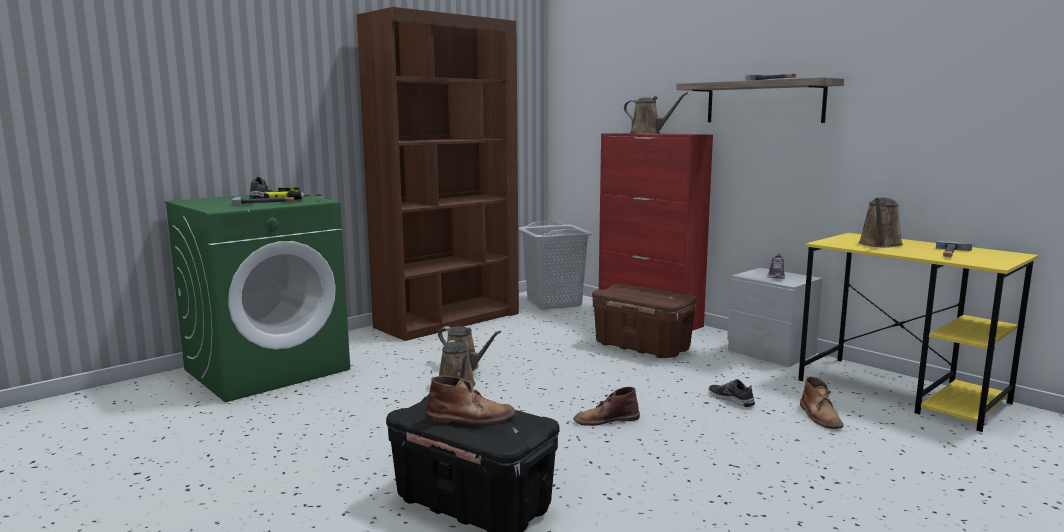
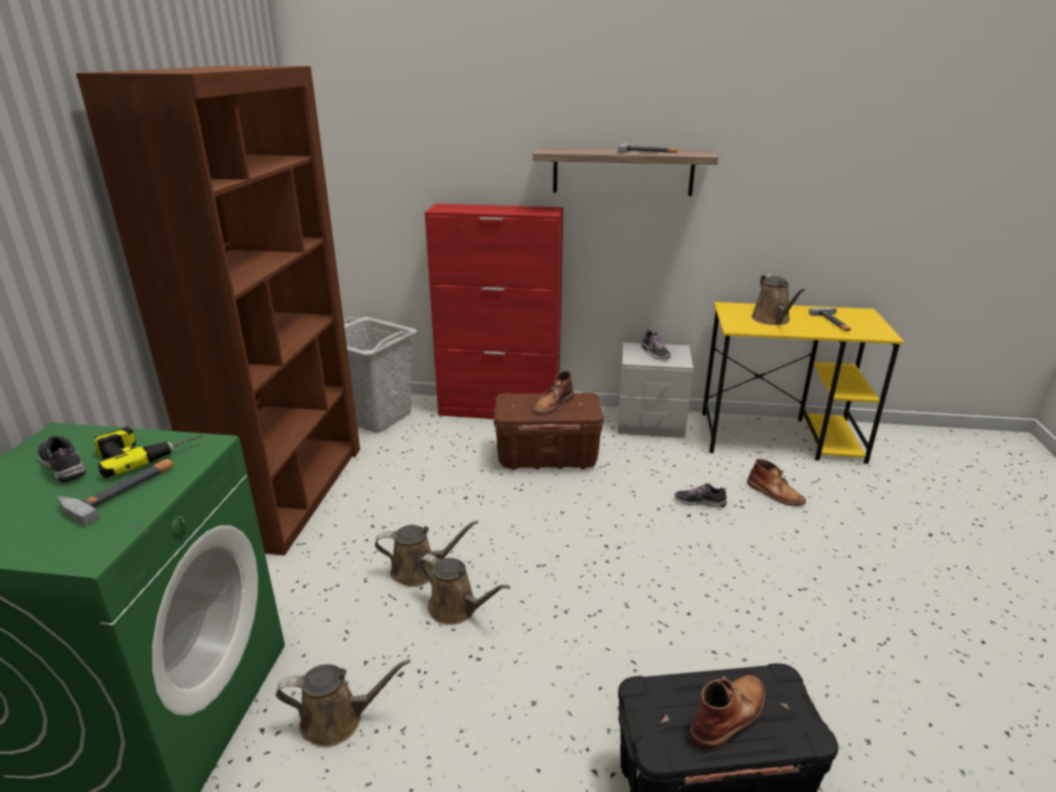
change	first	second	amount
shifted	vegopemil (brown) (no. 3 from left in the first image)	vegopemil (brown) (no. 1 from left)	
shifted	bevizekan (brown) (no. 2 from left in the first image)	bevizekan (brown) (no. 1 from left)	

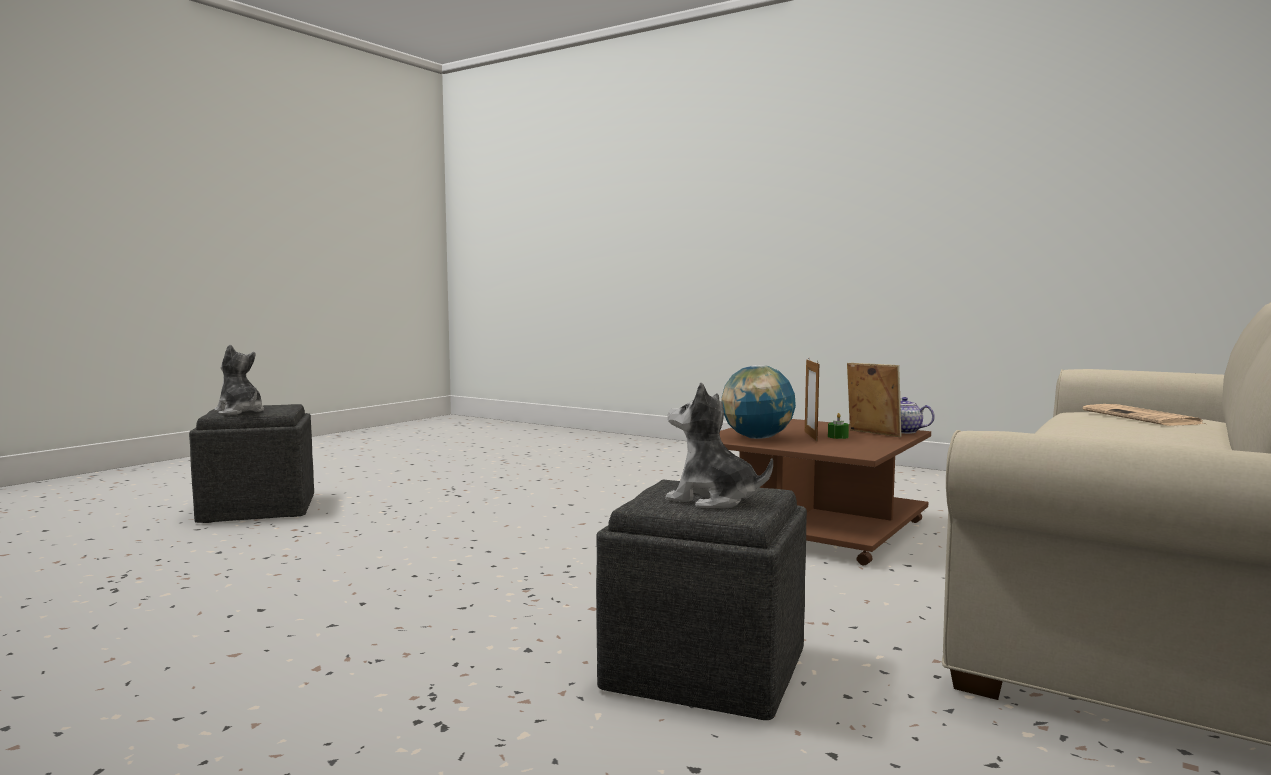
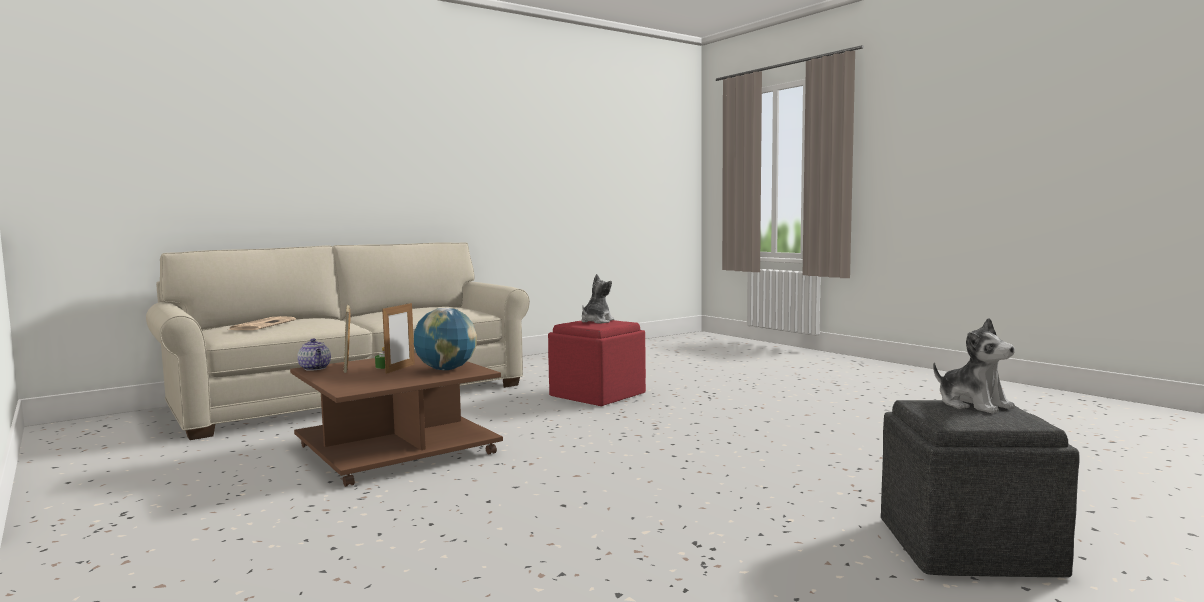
change	first	second	amount
repainted	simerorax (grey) (no. 2 from left)	simerorax (red)	
rotated	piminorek (no. 2 from left in the first image)	piminorek (no. 1 from left)	105 degrees counterclockwise

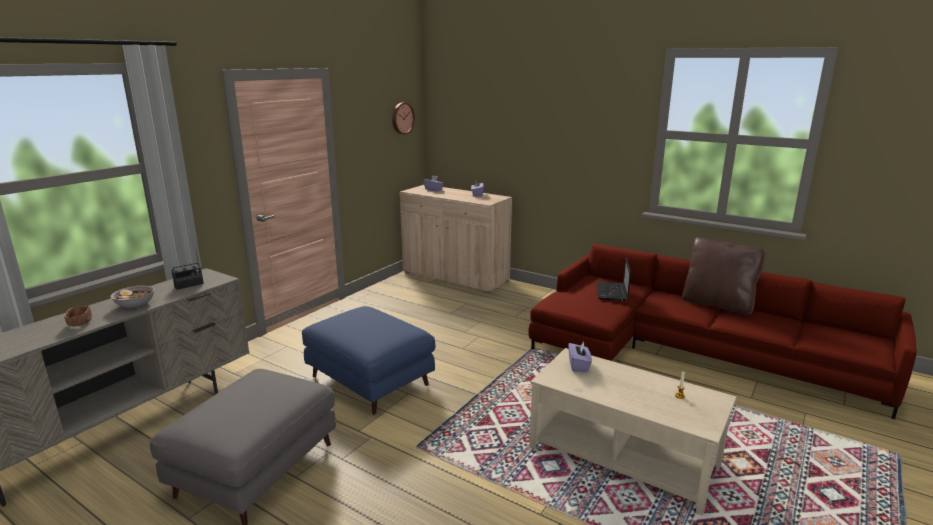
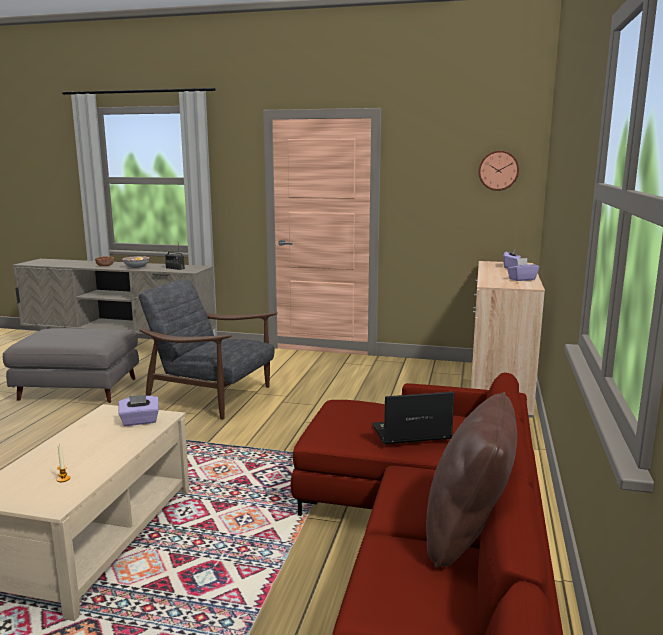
change	first	second	amount
swapped	simerorax (blue)	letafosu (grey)	

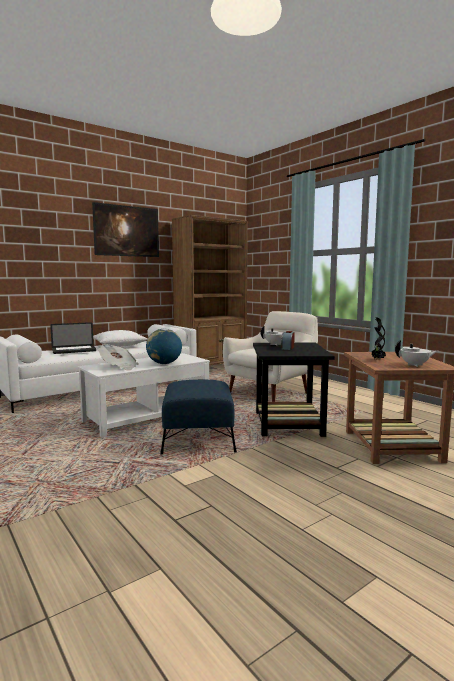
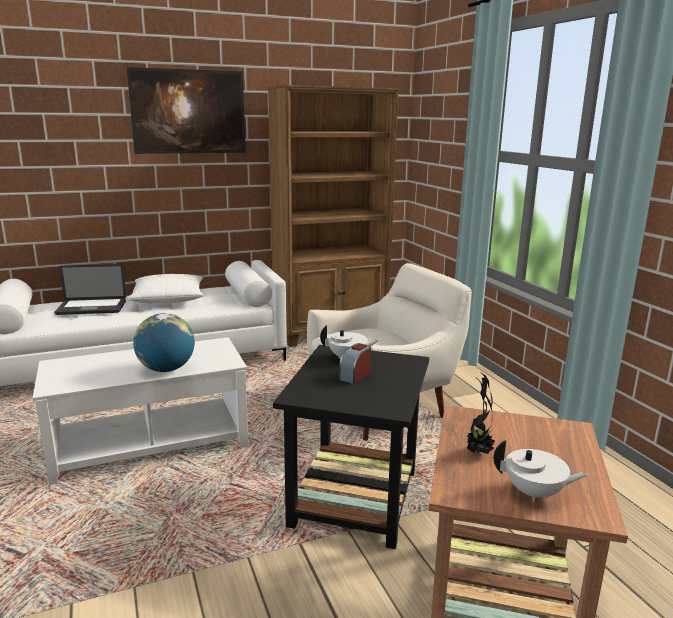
change	first	second	amount
gone	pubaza		
gone	simerorax (blue)		

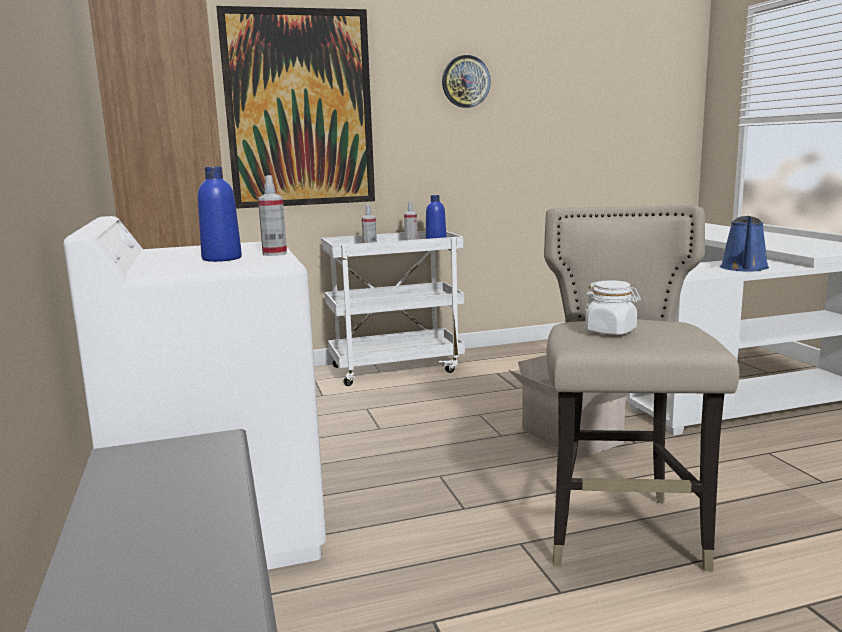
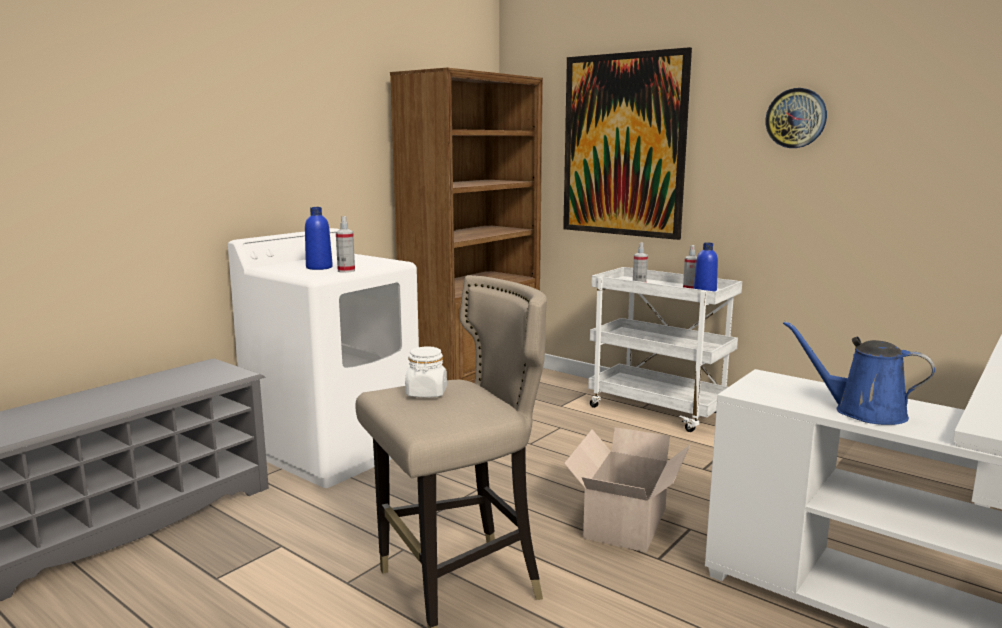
change	first	second	amount
rotated	vegopemil (blue)		45 degrees clockwise

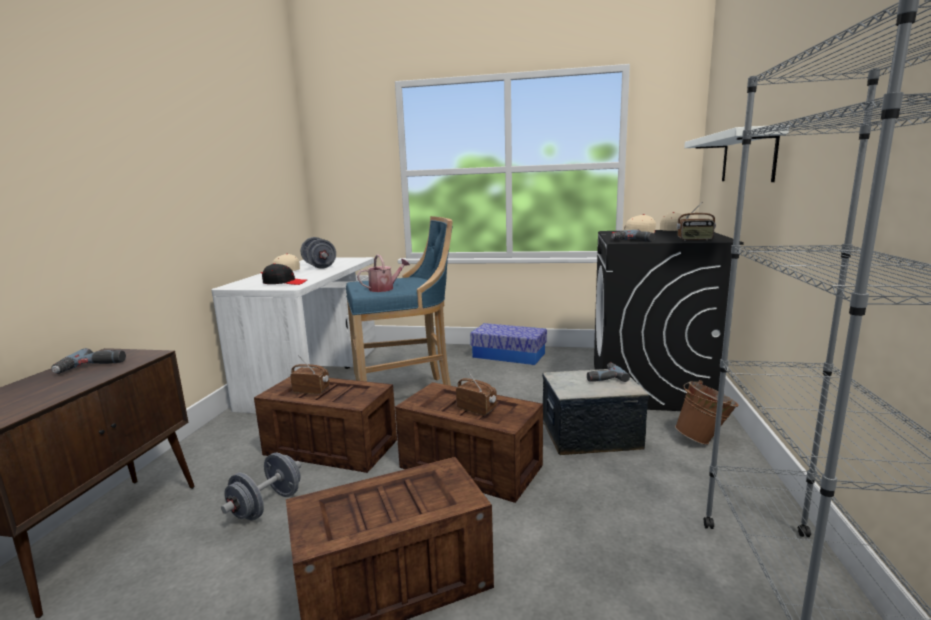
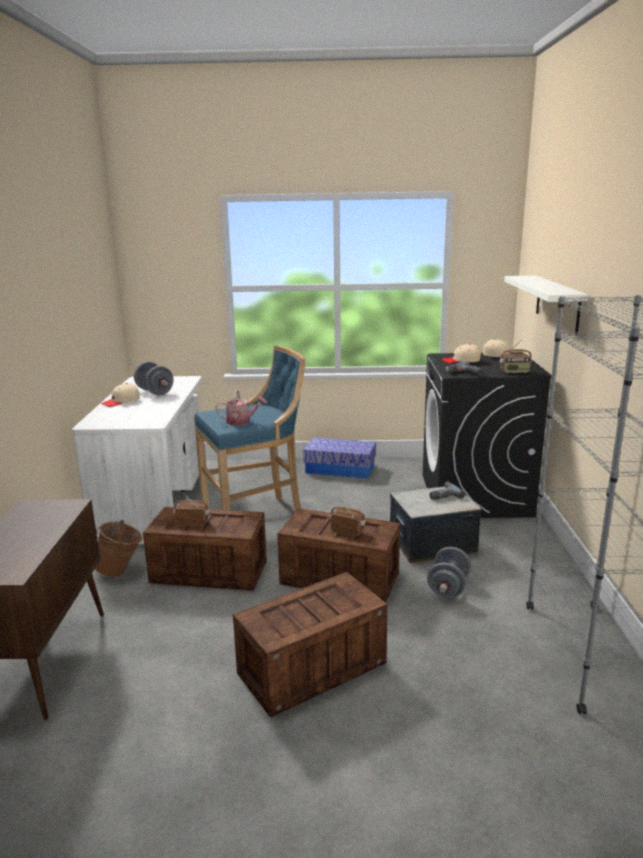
change	first	second	amount
shifted	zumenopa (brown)		
rotated	vegopemil		45 degrees clockwise
shifted	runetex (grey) (no. 1 from left in the first image)	runetex (grey) (no. 2 from left)	
gone	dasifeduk (no. 1 from left)		
gone	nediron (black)		

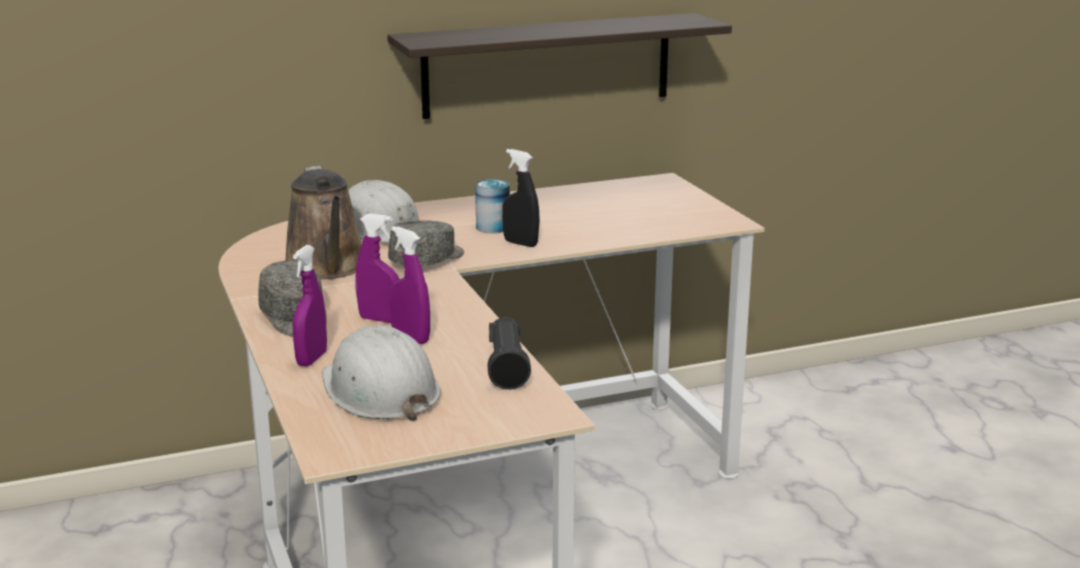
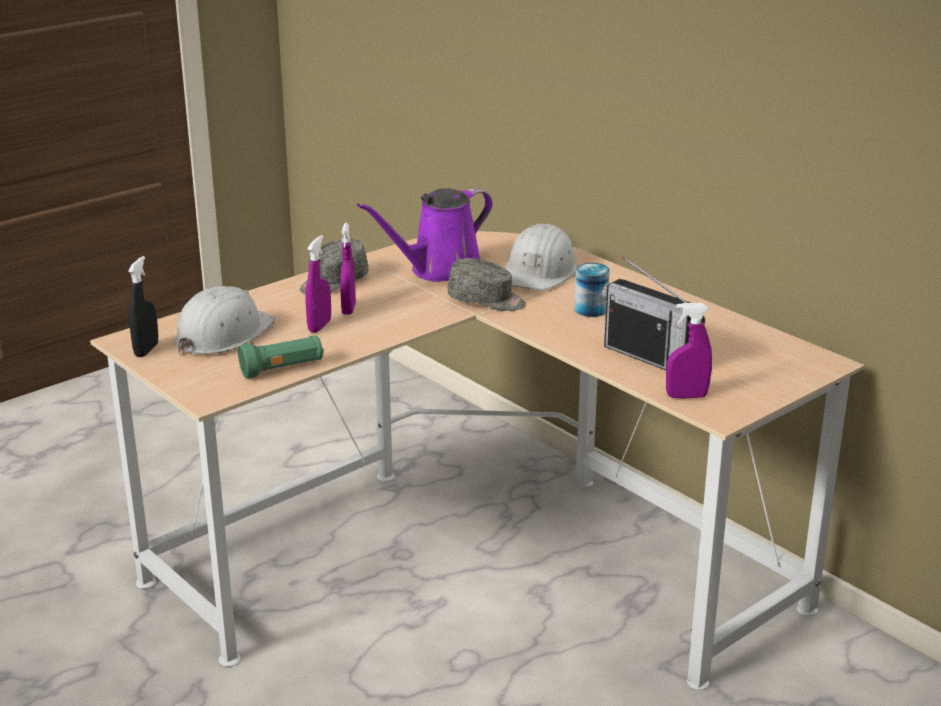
change	first	second	amount
shifted	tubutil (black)		
repainted	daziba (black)	daziba (green)	
repainted	vegopemil (brown)	vegopemil (purple)	
new		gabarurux	
shifted	tubutil (purple) (no. 1 from left in the first image)	tubutil (purple) (no. 3 from left)	
gone	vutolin		

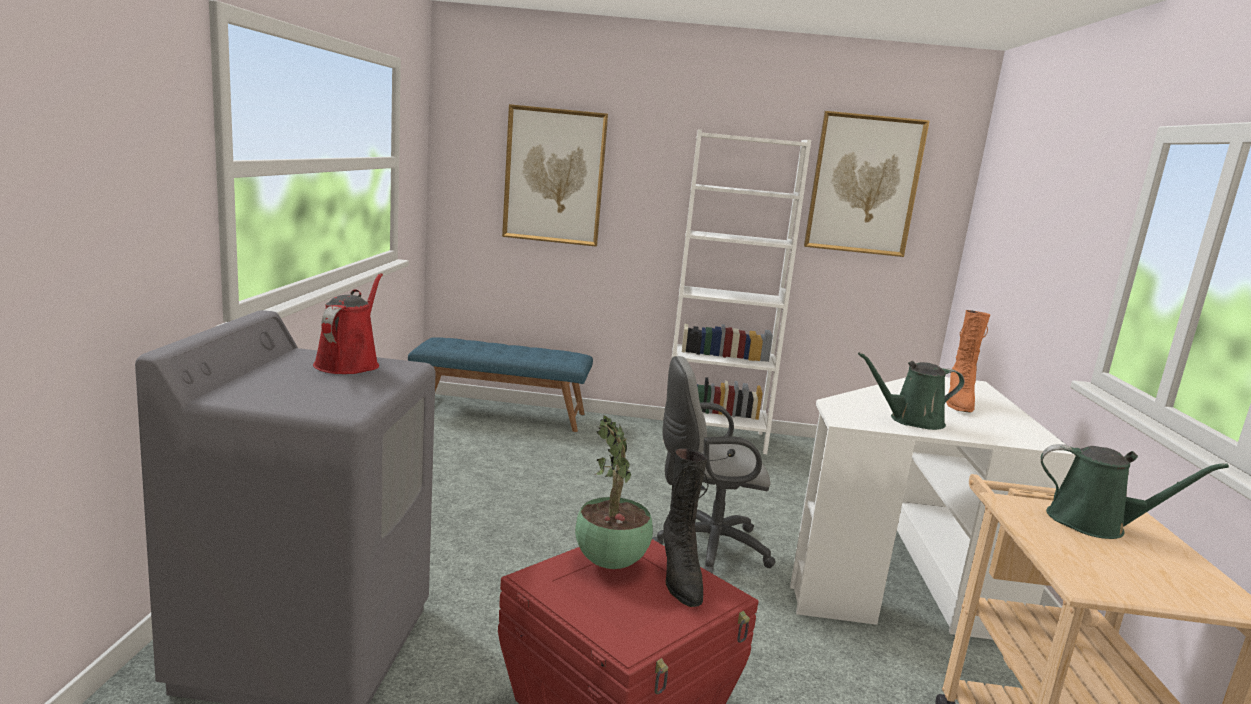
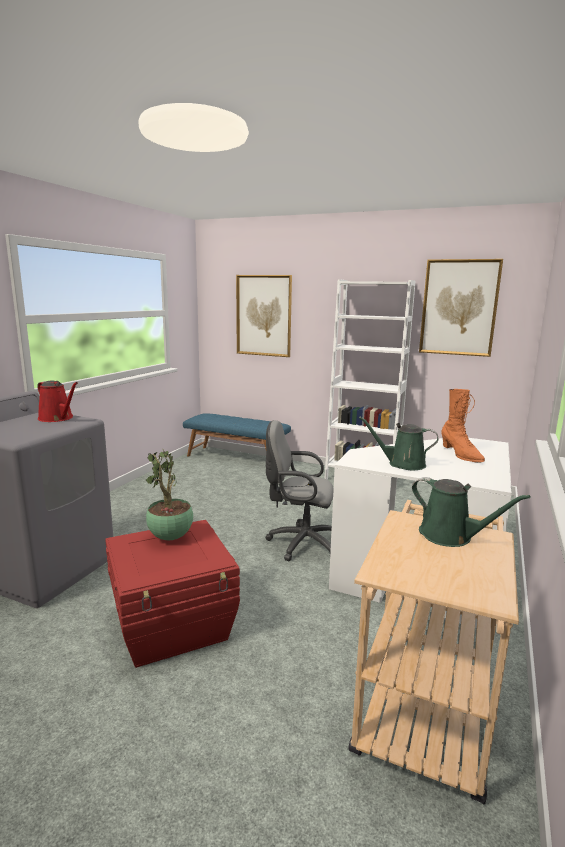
change	first	second	amount
rotated	vegopemil (red)		105 degrees clockwise
rotated	bevizekan (orange)		60 degrees counterclockwise
gone	bevizekan (black)		

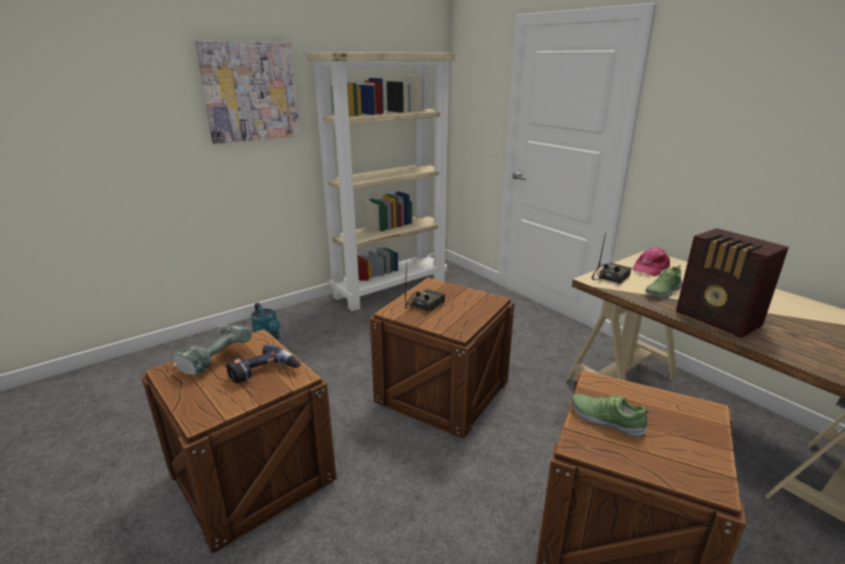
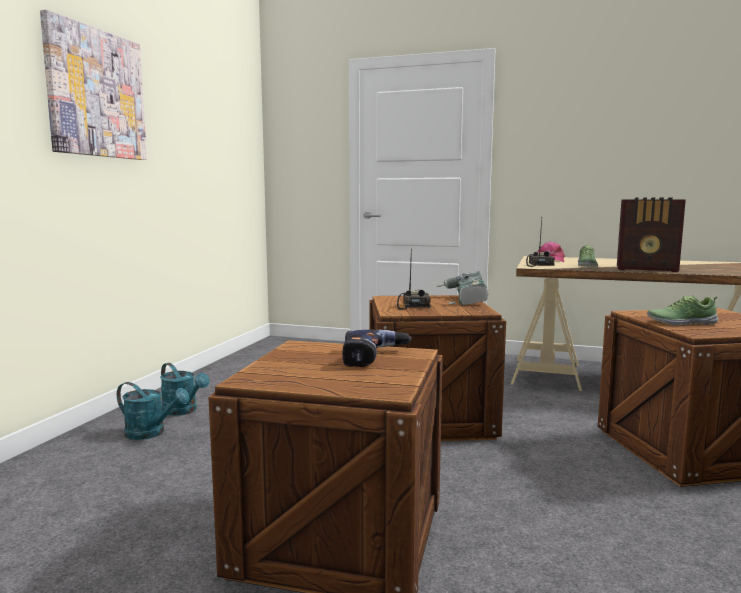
change	first	second	amount
new		vegopemil (turquoise) (no. 2 from left)	
shifted	dasifeduk (no. 1 from left in the first image)	dasifeduk (no. 2 from left)	
gone	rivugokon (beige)		

